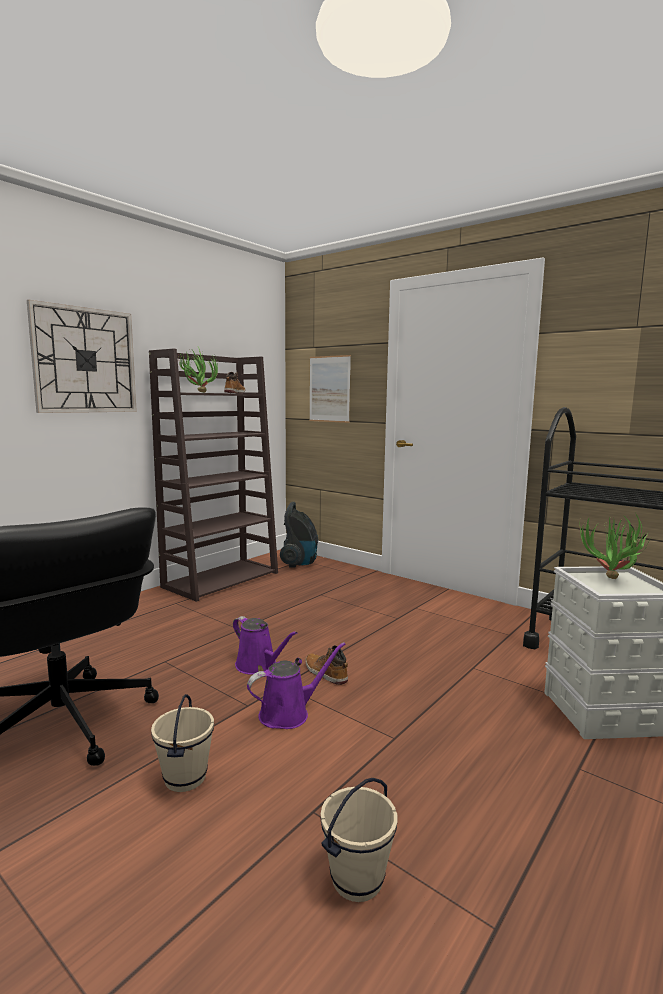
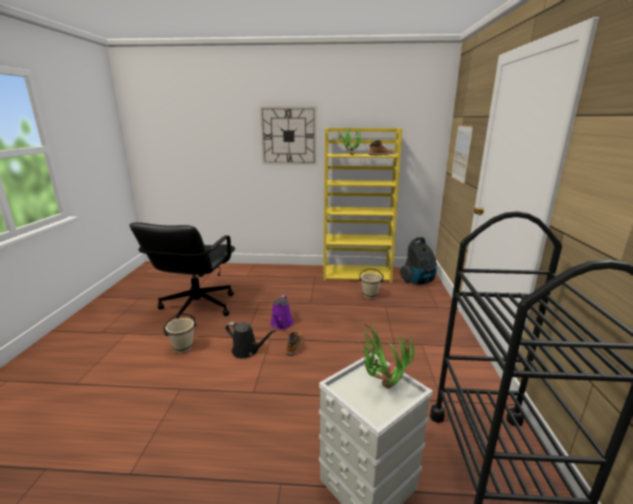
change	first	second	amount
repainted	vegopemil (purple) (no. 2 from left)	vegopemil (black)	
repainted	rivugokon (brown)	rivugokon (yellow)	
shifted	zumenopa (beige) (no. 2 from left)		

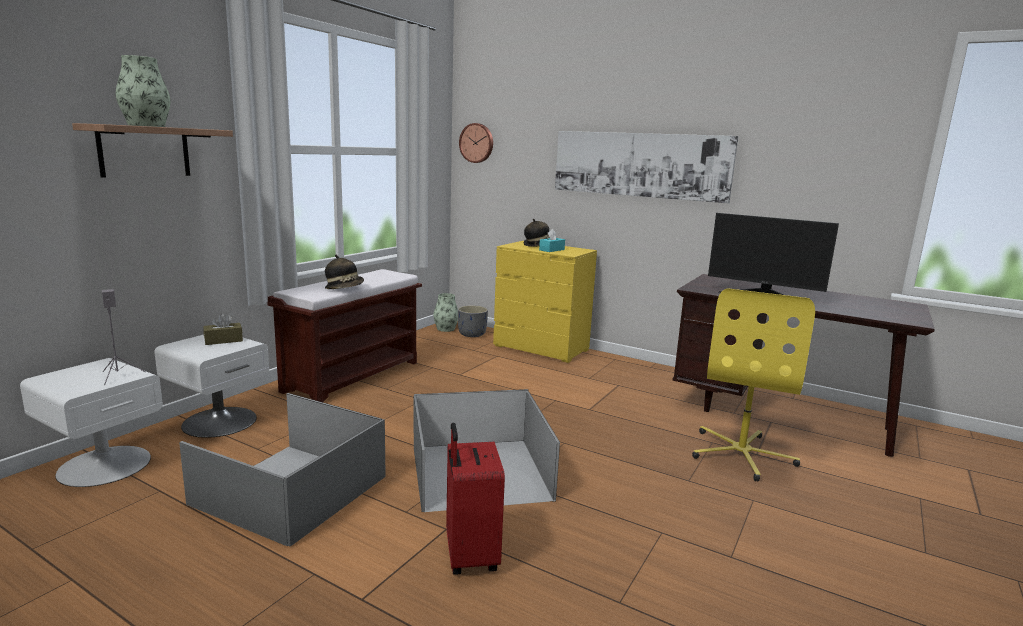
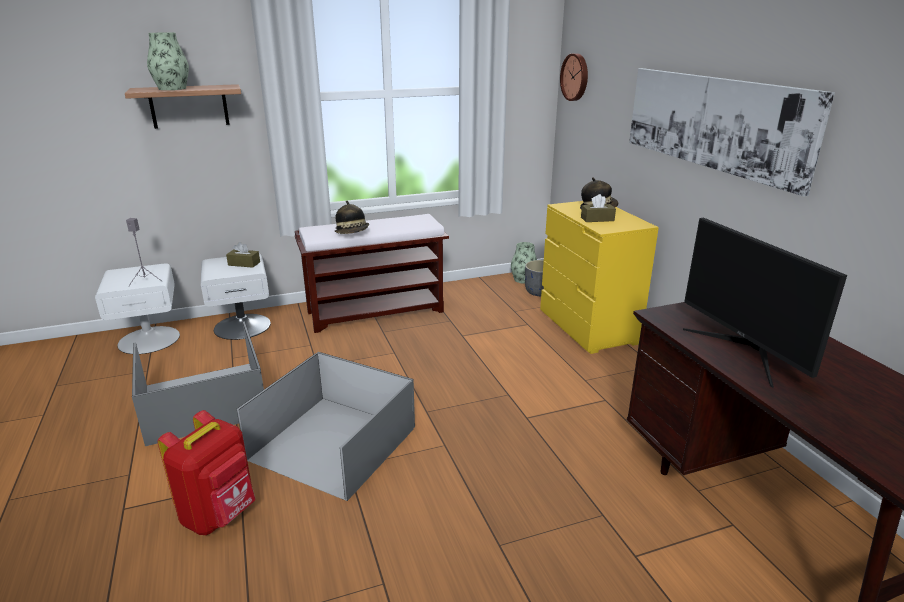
change	first	second	amount
swapped	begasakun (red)	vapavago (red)	
repainted	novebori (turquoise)	novebori (brown) (no. 2 from left)	
gone	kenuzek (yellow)		

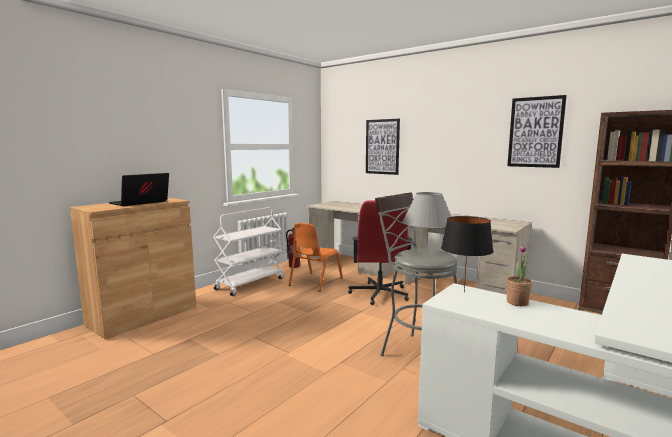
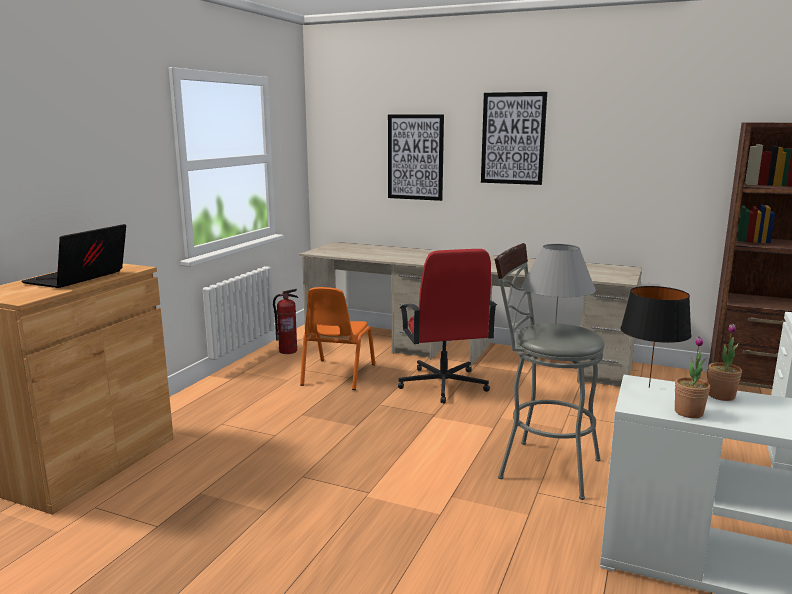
change	first	second	amount
shifted	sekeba (no. 2 from left)		
new		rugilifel (no. 1 from left)	
gone	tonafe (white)		

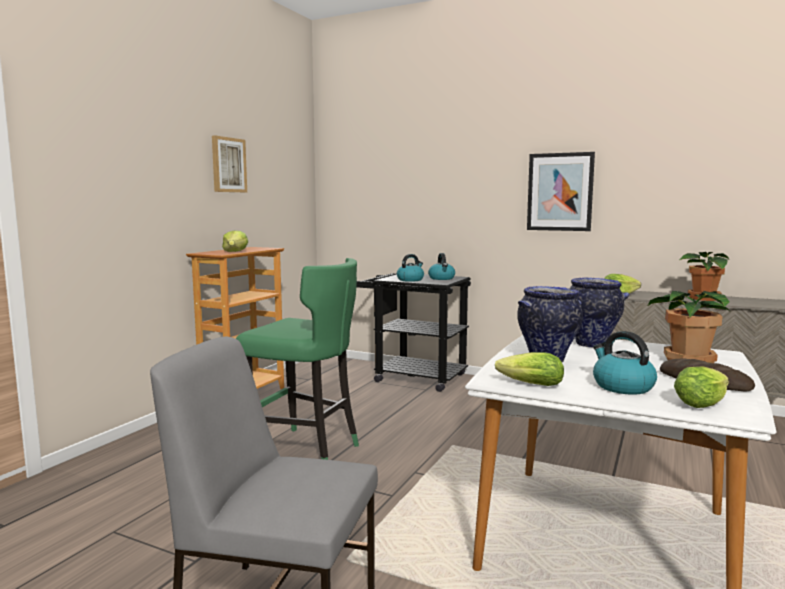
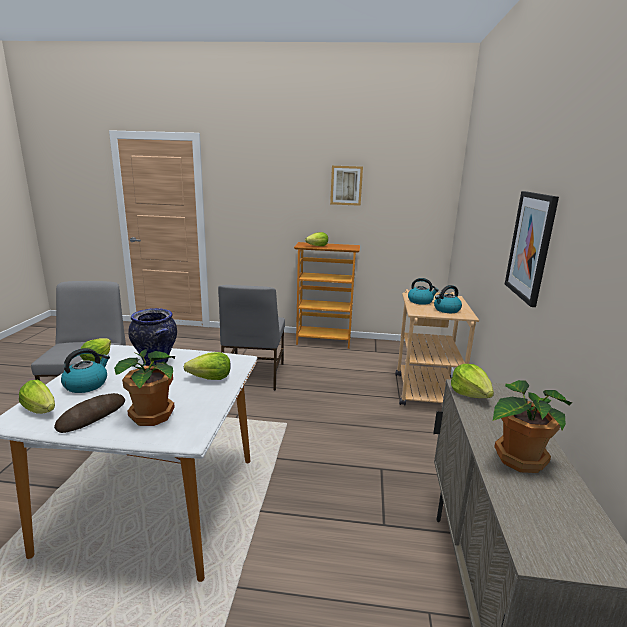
change	first	second	amount
swapped	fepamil (no. 2 from left)	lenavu (no. 3 from left)	
swapped	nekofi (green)	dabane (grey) (no. 2 from left)	
repainted	tonafe (black)	tonafe (beige)	

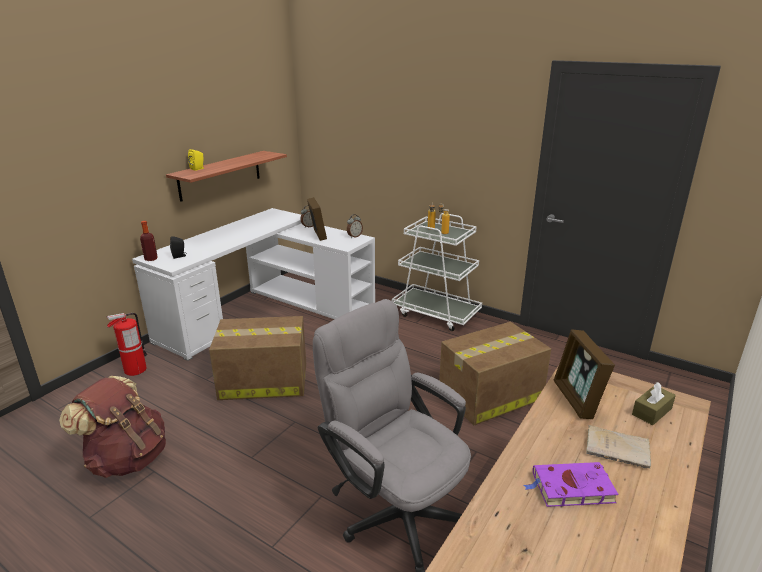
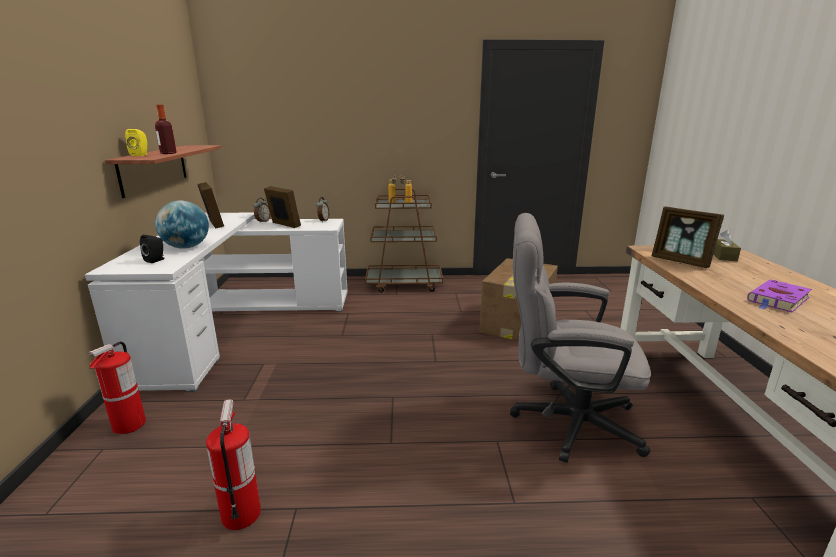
change	first	second	amount
shifted	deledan (no. 1 from left)		
new		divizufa	
new		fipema (no. 1 from left)	
swapped	vapavago (brown)	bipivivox (no. 2 from left)	
repainted	tonafe (white)	tonafe (brown)	
gone	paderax (no. 1 from left)		
gone	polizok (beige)		

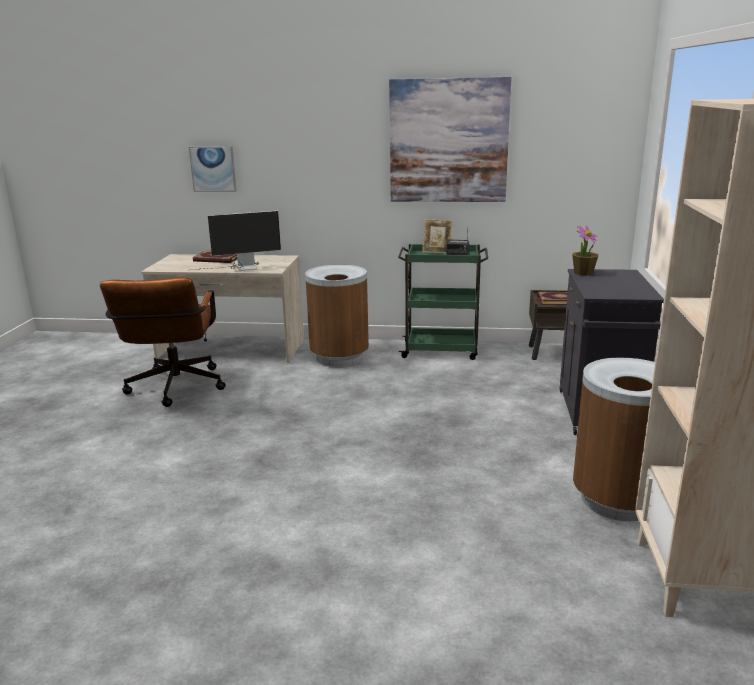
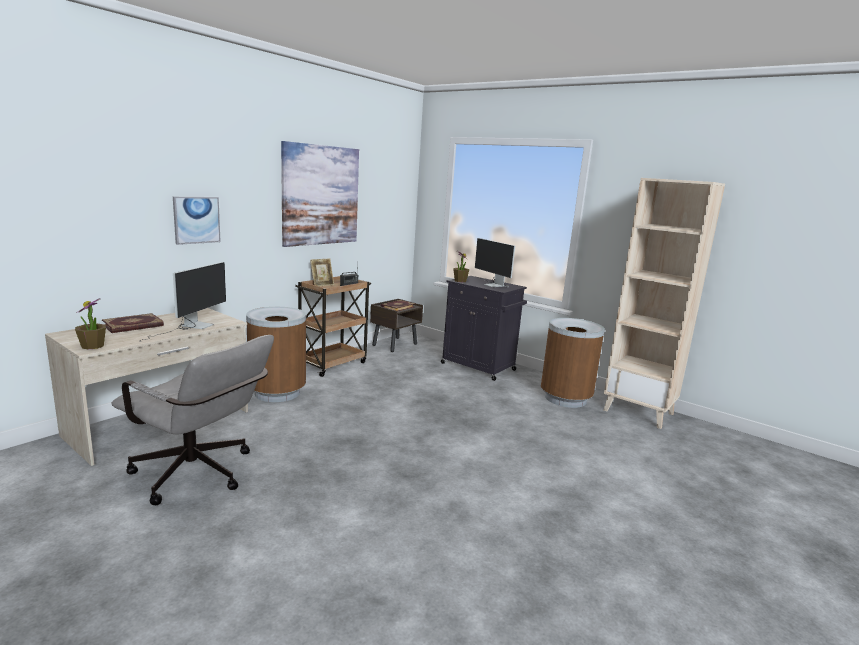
change	first	second	amount
new		rugilifel (no. 1 from left)	
repainted	kenuzek (brown)	kenuzek (grey)	
shifted	sekeba (no. 1 from left)		
repainted	tonafe (green)	tonafe (brown)	
new		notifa (no. 2 from left)	

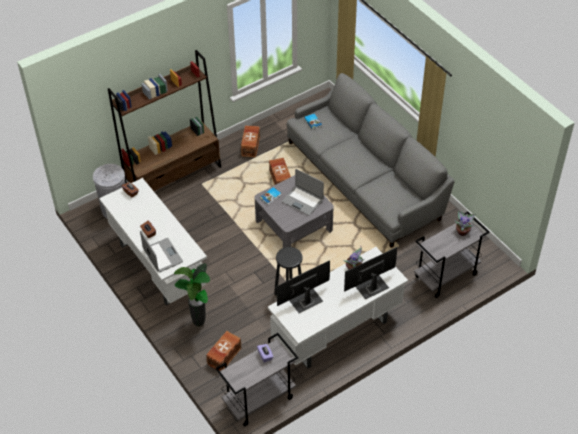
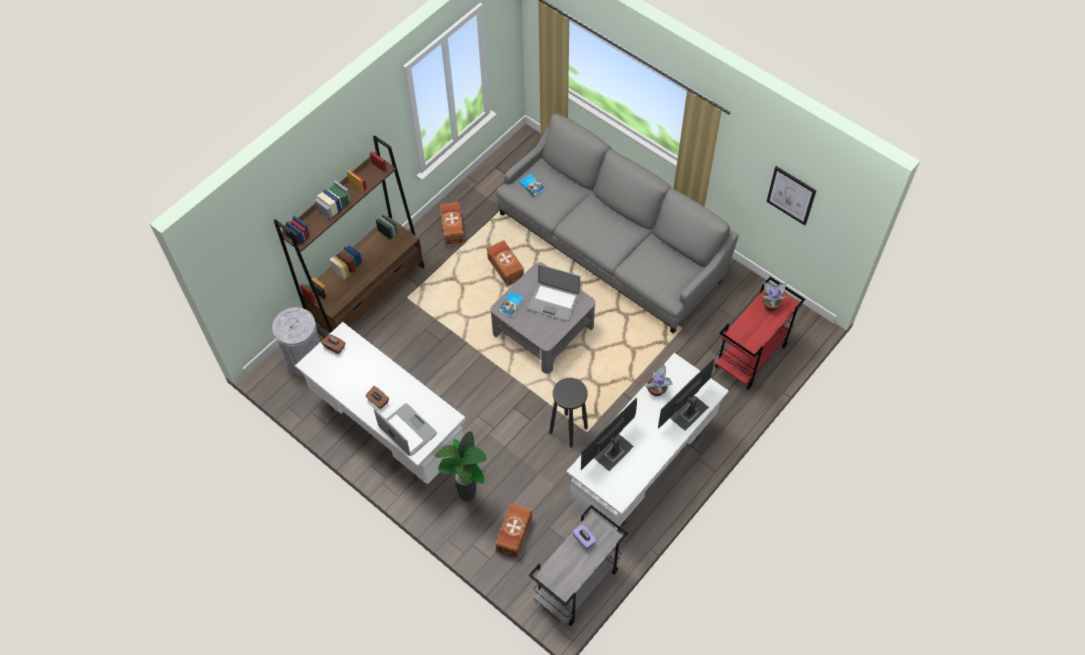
change	first	second	amount
repainted	tonafe (grey) (no. 2 from left)	tonafe (red)	
new		sekeba	

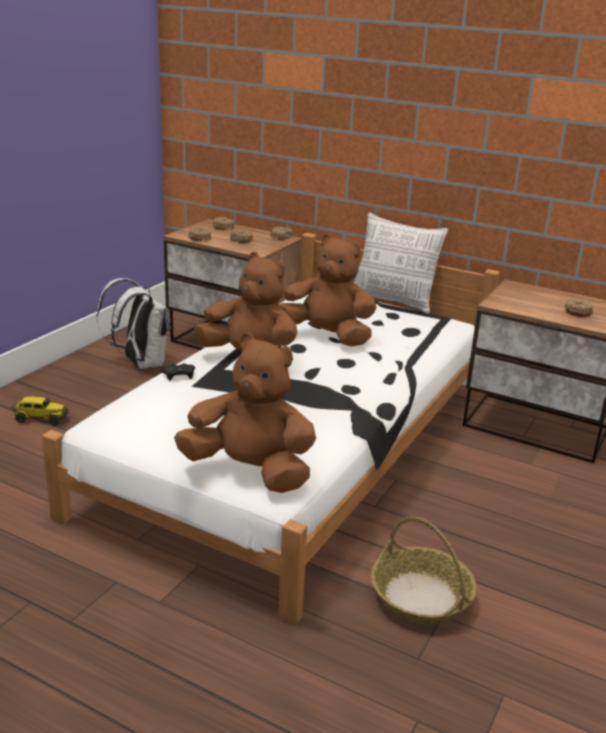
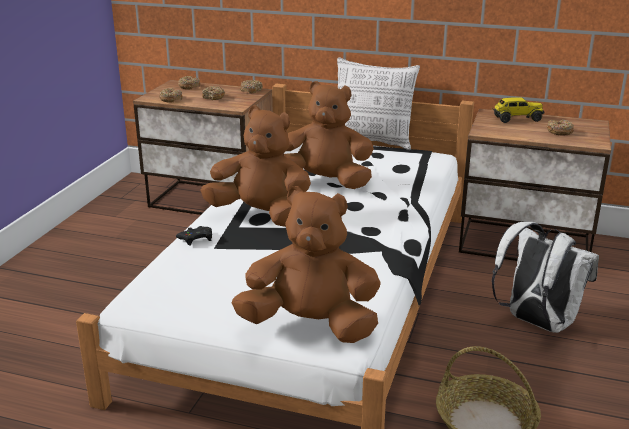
change	first	second	amount
shifted	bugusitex		
shifted	vapavago (white)		

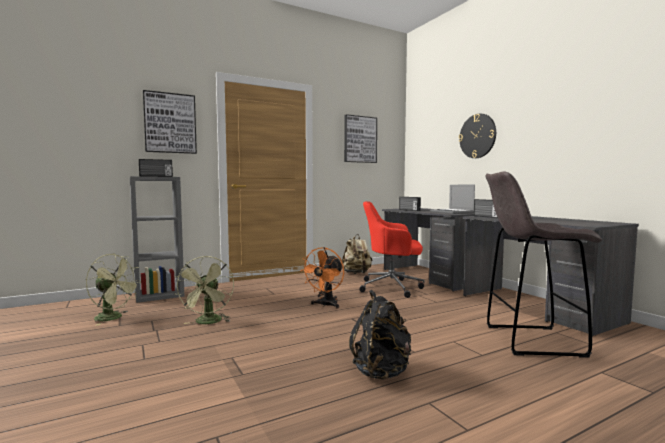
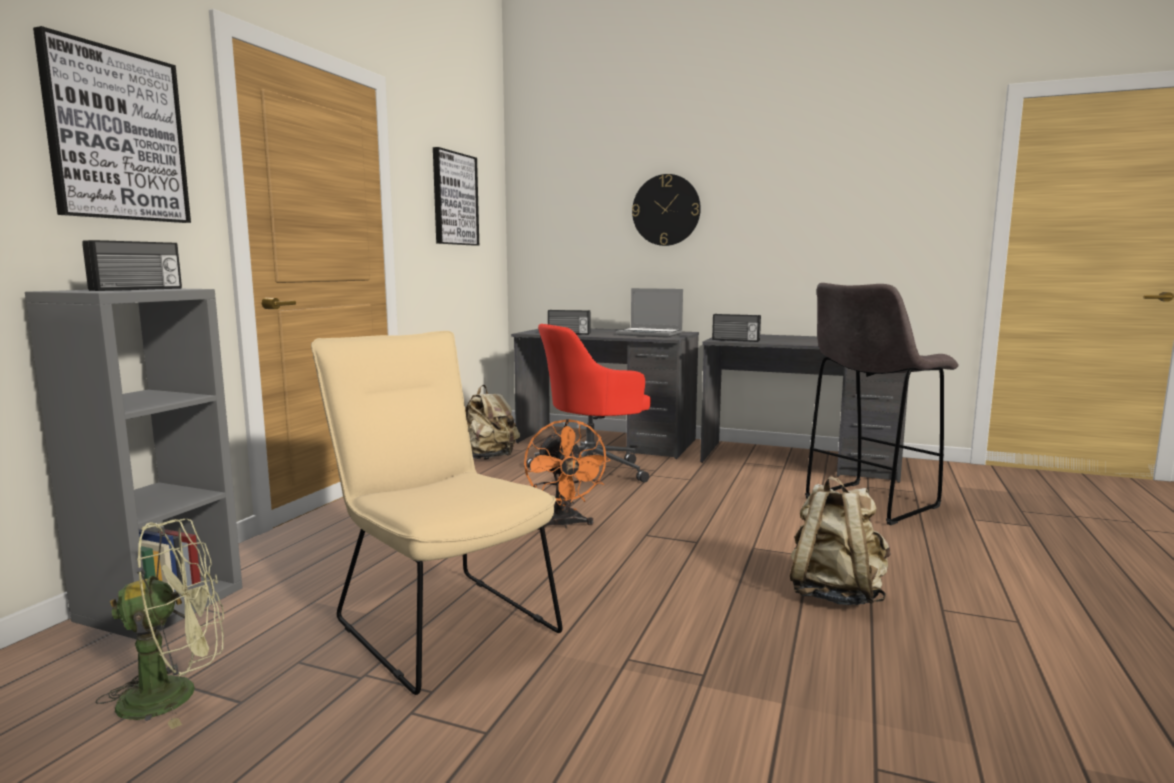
change	first	second	amount
swapped	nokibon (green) (no. 2 from left)	dabane (beige)	
repainted	vapavago (black)	vapavago (beige) (no. 2 from left)	

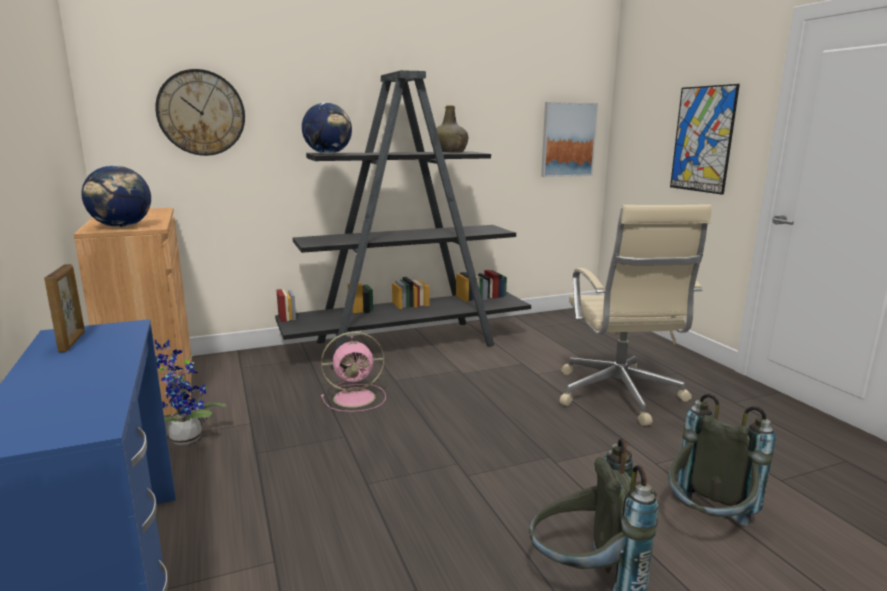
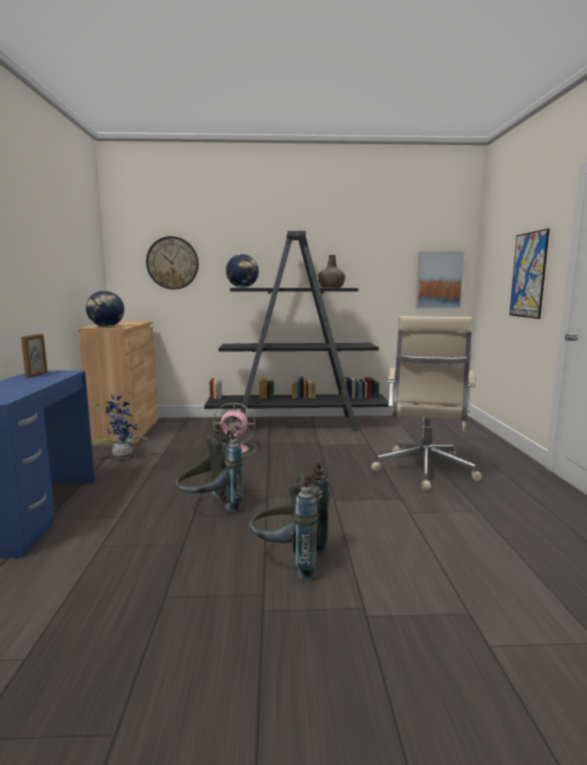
change	first	second	amount
shifted	vapavago (grey) (no. 2 from left in the first image)	vapavago (grey) (no. 1 from left)	

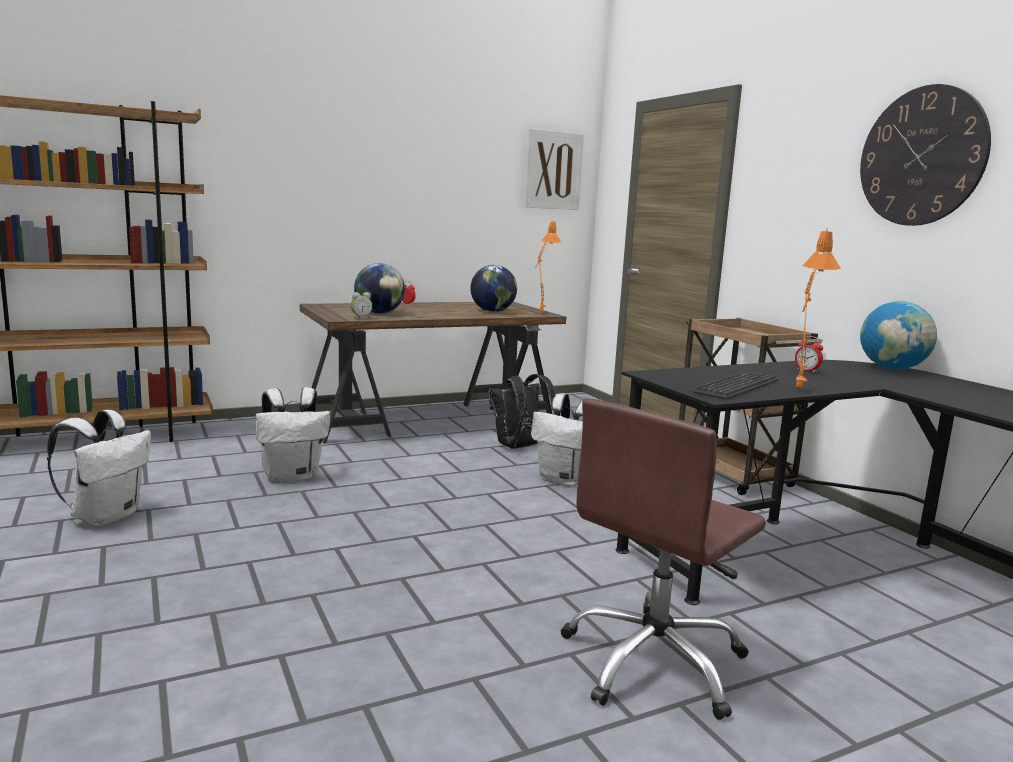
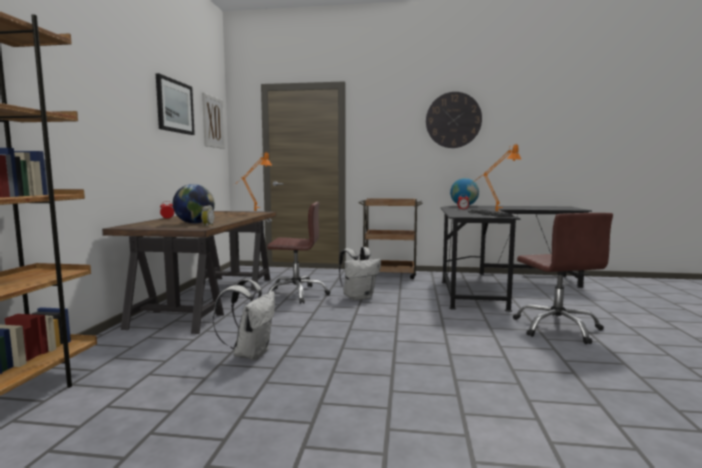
change	first	second	amount
new		sekeba (no. 1 from left)	
swapped	vapavago (black)	kenuzek (brown) (no. 1 from left)	
gone	vapavago (white) (no. 1 from left)		
gone	divizufa (no. 2 from left)		

